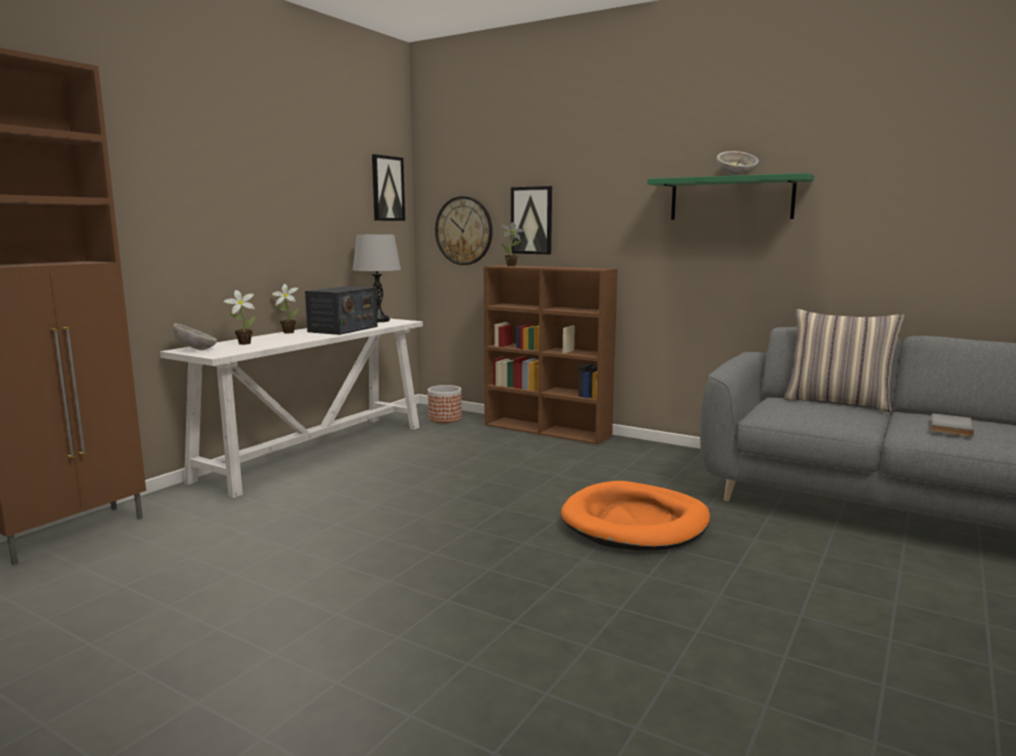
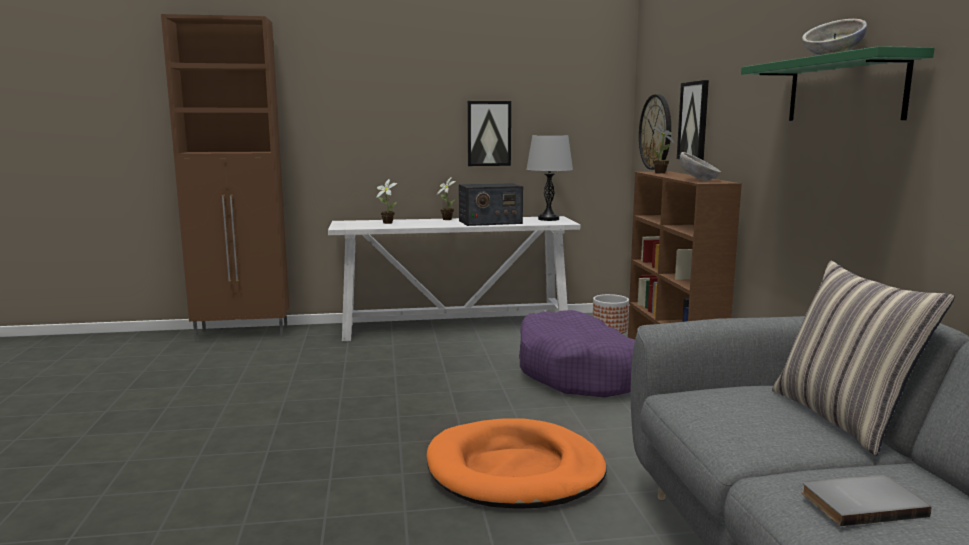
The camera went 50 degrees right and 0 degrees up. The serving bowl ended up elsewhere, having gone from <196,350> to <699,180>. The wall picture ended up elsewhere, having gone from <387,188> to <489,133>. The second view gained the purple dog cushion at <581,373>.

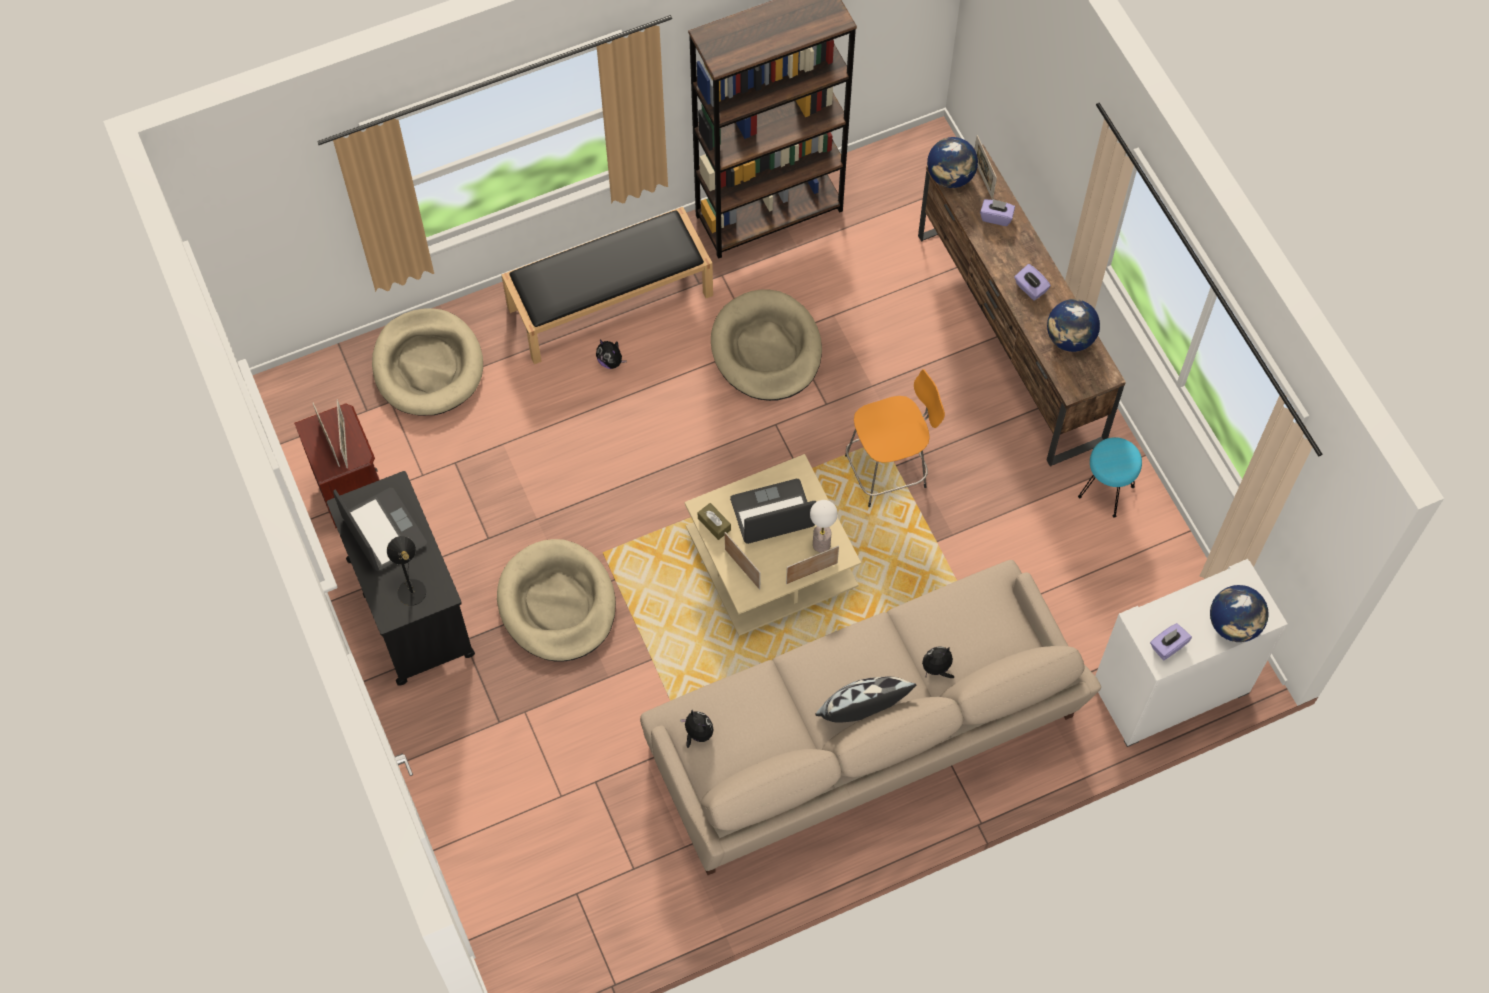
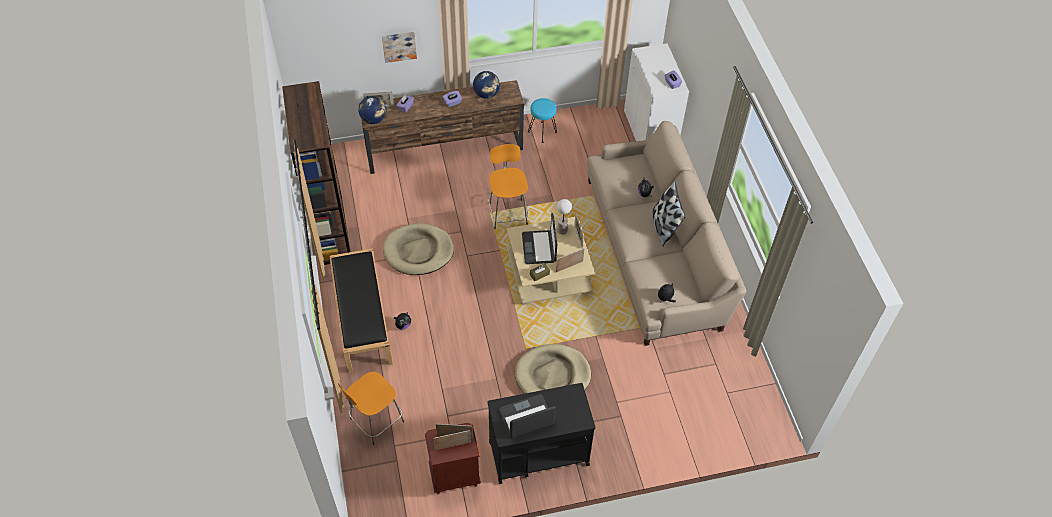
The camera went 80 degrees left and 10 degrees down. Where the sand-coloured dog cushion stood at <428,365>, the orange stool seat came to stand at <375,421>. The second view lost the blackish table lamp at <411,587>. The second view lost the world globe at <1233,625>. The second view gained the wall picture at <399,46>.

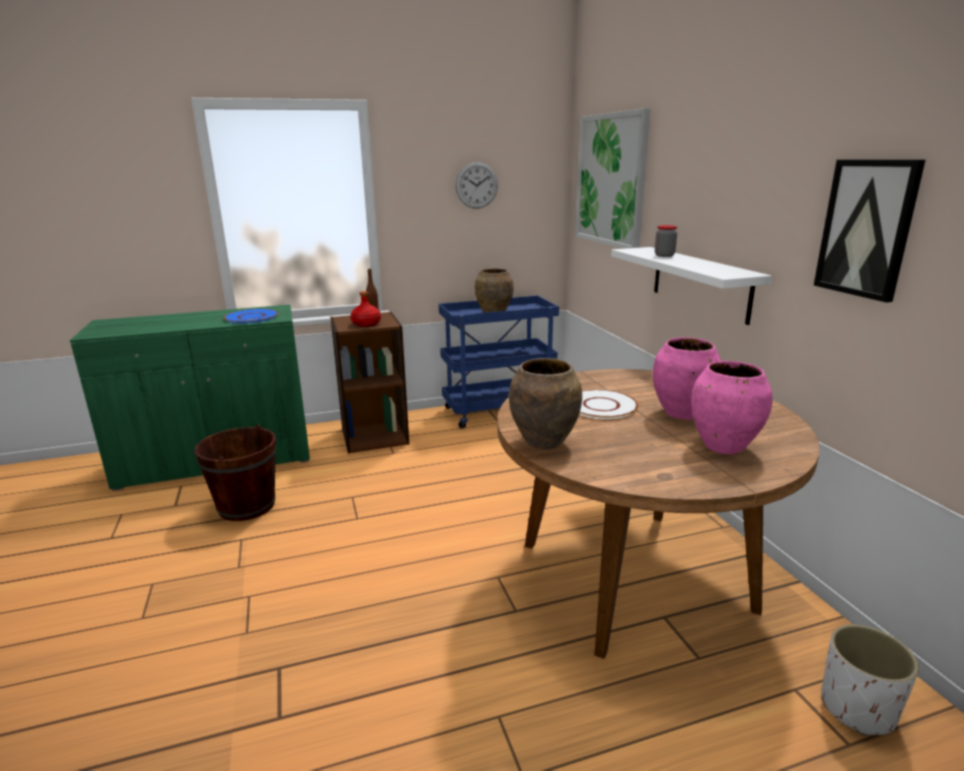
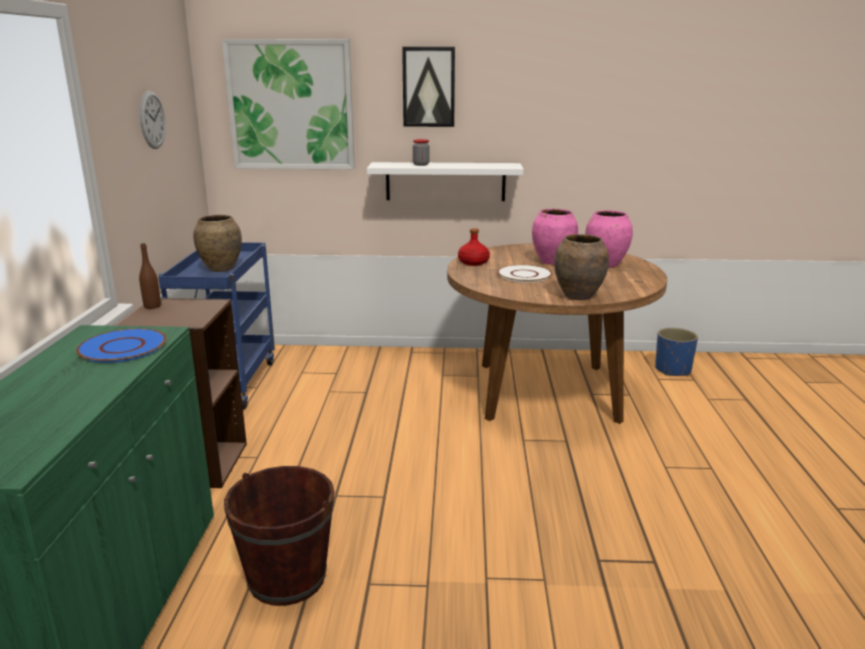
The camera went 70 degrees left and 0 degrees up. The red-coloured drink bottle ended up elsewhere, having gone from <366,324> to <473,262>. The wall picture ended up elsewhere, having gone from <867,228> to <428,87>. What was the white-coloured planter at <857,709> turned into the blue-coloured planter at <673,370>.

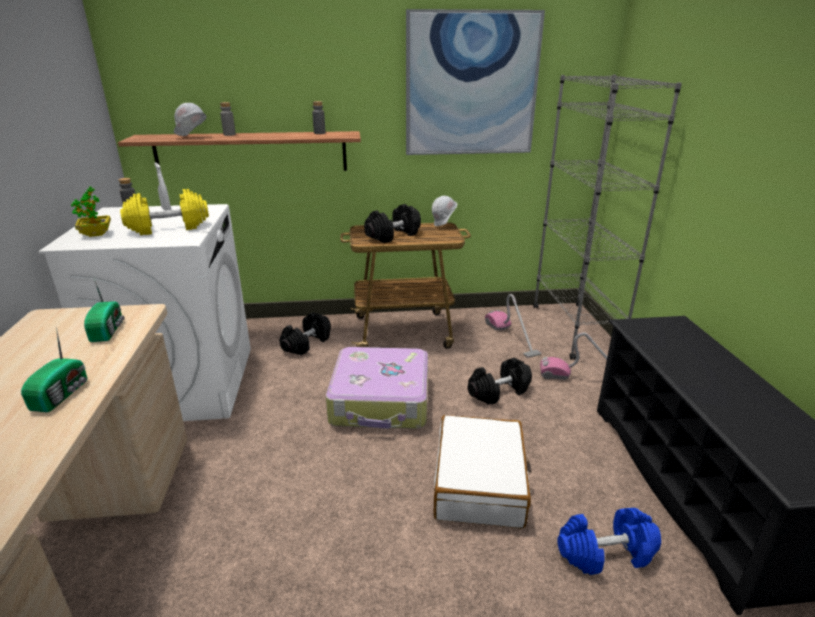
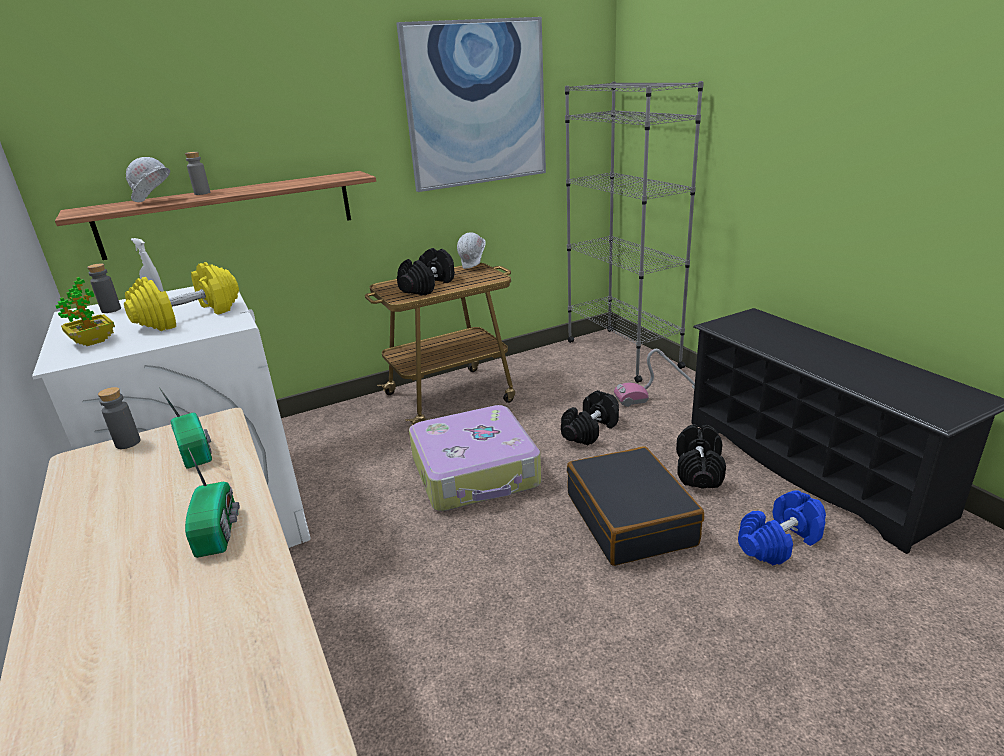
The camera went 20 degrees left and 0 degrees up. The blackish free weight ended up elsewhere, having gone from <306,343> to <698,470>. The greyish drink bottle ended up elsewhere, having gone from <319,133> to <128,443>. What was the white-coloured travel case at <480,482> turned into the blackish travel case at <630,519>. The second view lost the vacuum at <511,337>.

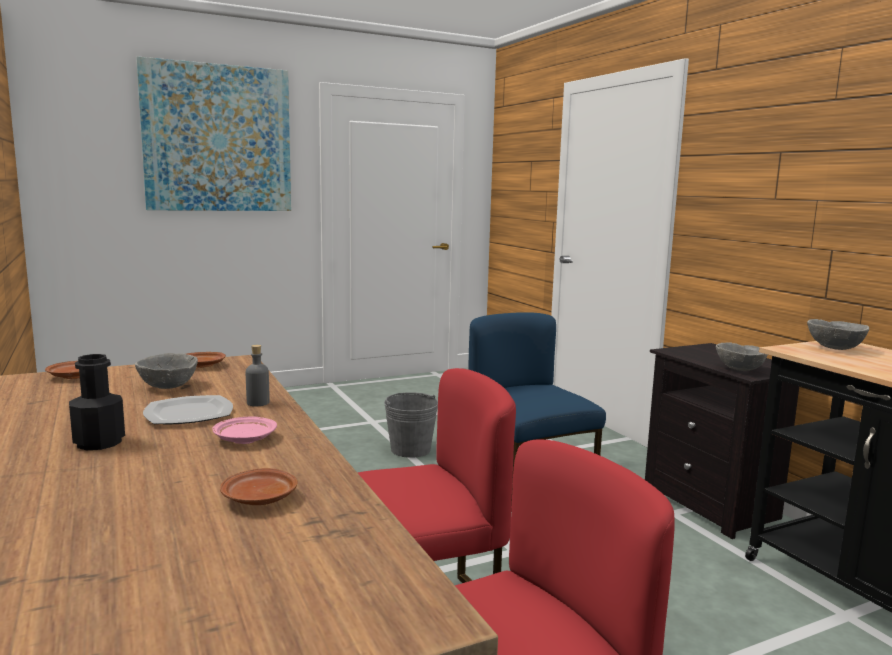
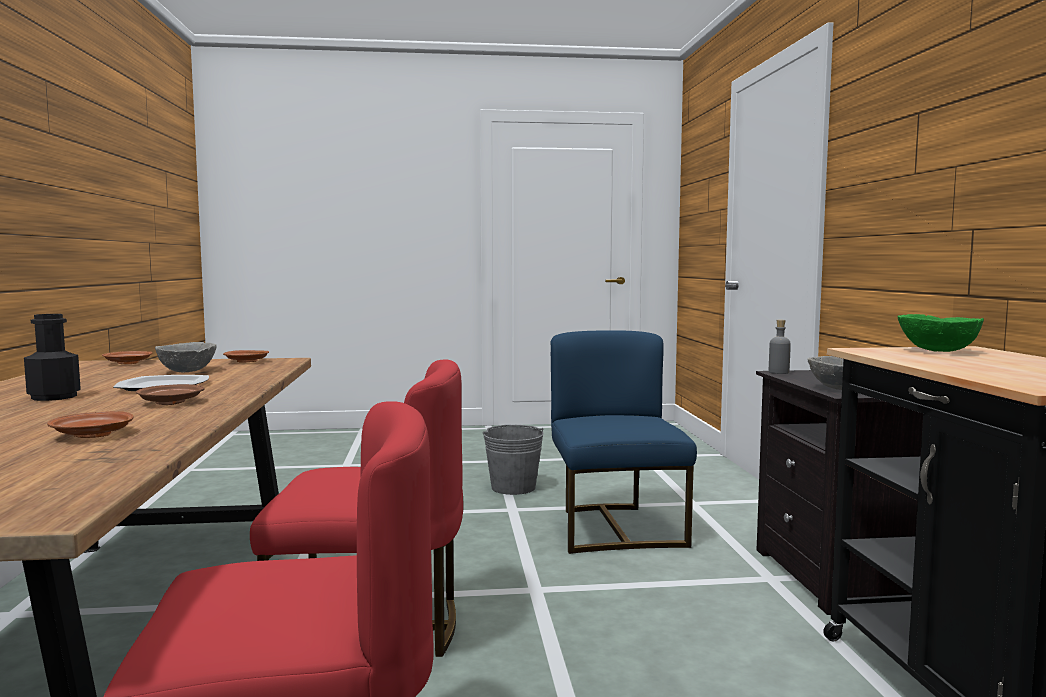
The camera went 20 degrees right and 5 degrees down. The second view lost the wall picture at <218,138>. What was the pink flat dish at <244,439> turned into the brown-coloured flat dish at <170,402>. The greyish drink bottle ended up elsewhere, having gone from <258,403> to <778,372>. What was the greyish serving bowl at <834,348> turned into the green serving bowl at <937,351>.

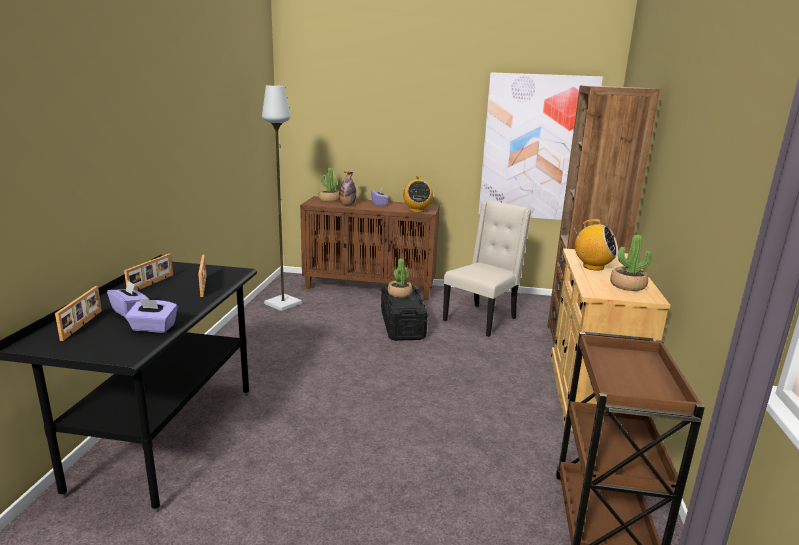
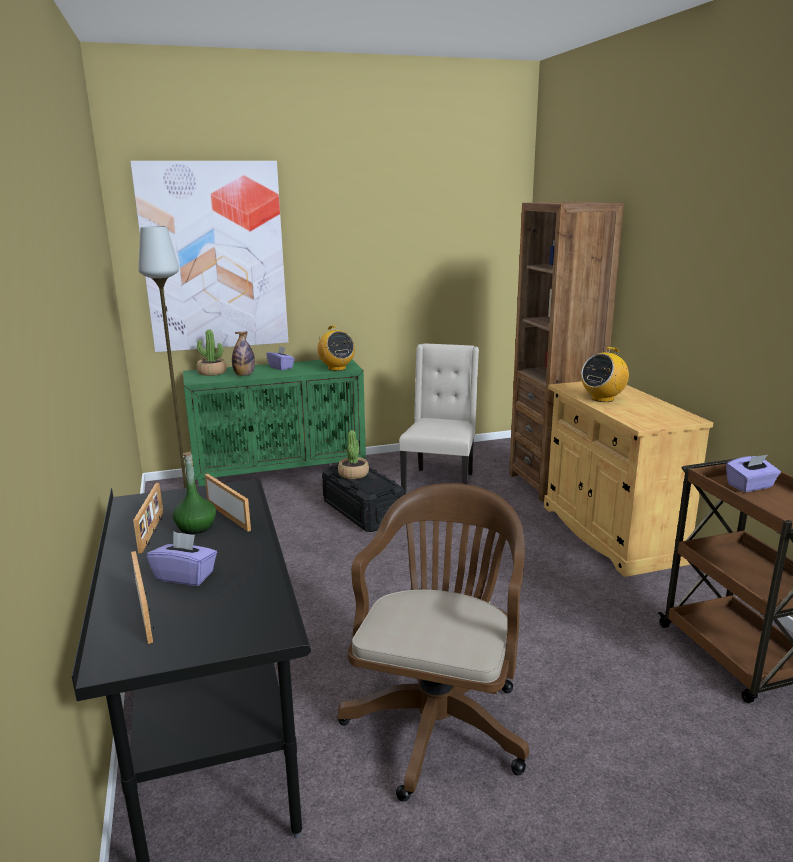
The camera went 25 degrees left and 0 degrees up. The purple tissue box ended up elsewhere, having gone from <153,328> to <750,486>. What was the brown-coloured cupboard at <370,287> turned into the green cupboard at <281,475>. The wall picture ended up elsewhere, having gone from <536,148> to <214,257>. The radio set at <593,267> ended up facing another way, 135 degrees clockwise from before. The second view lost the plant in a pot at <627,286>. The second view gained the green drink bottle at <196,527>. The second view gained the brown-coloured office chair at <438,719>.

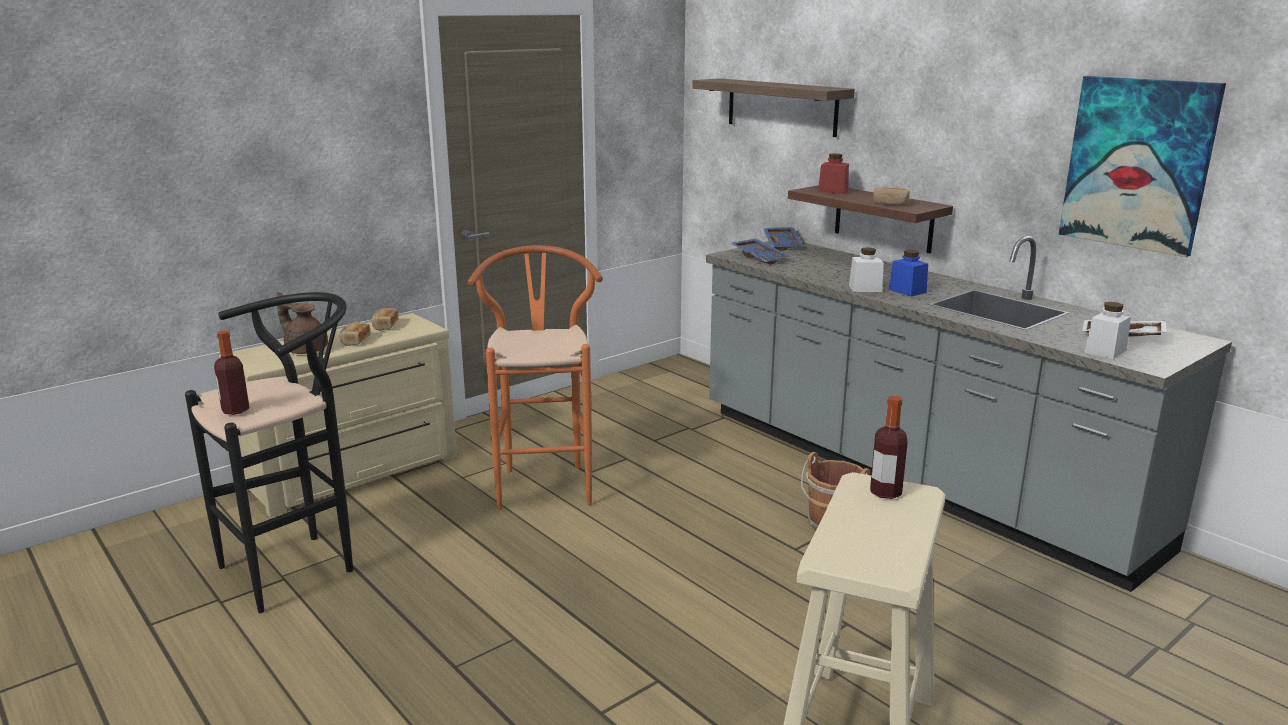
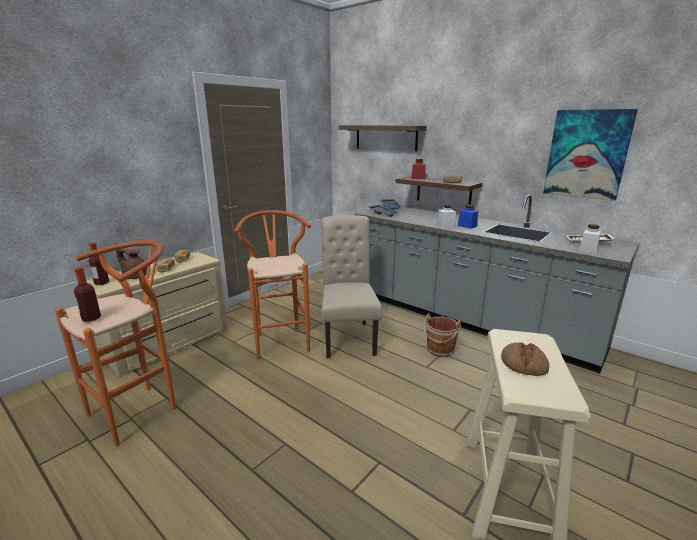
The camera went 10 degrees left and 0 degrees up. What was the blackish stool seat at <300,566> turned into the orange stool seat at <141,409>. The drink bottle ended up elsewhere, having gone from <885,492> to <101,283>. The second view gained the sand-coloured chair at <348,336>. The second view gained the baked bread at <523,365>.

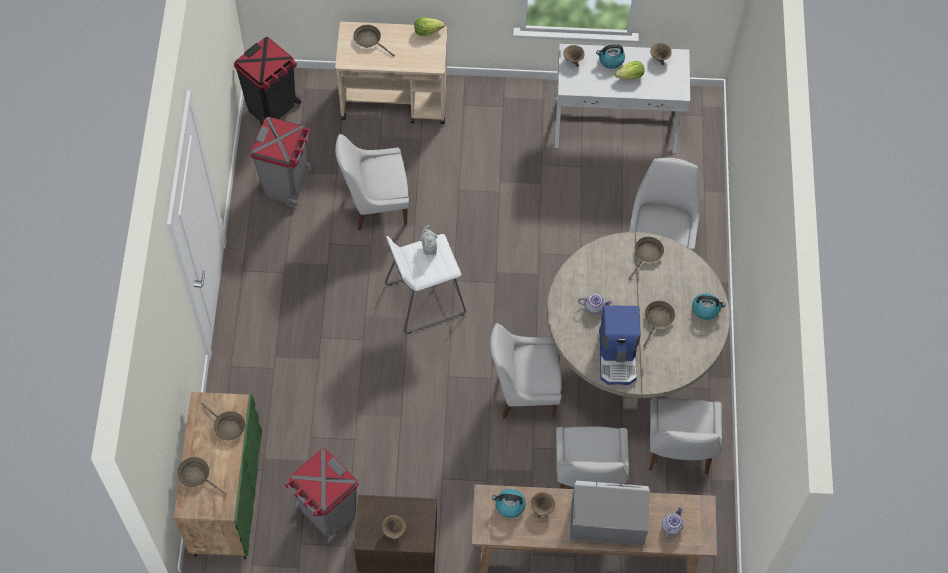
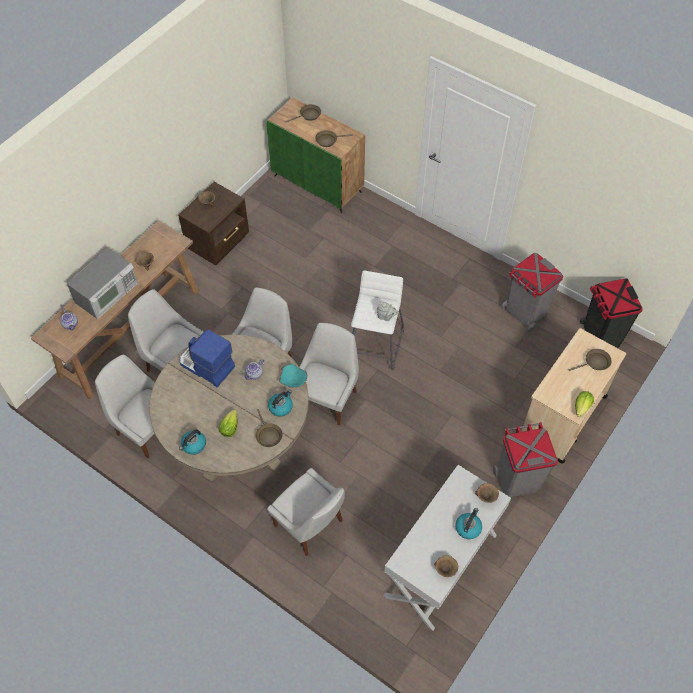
The camera went 125 degrees right and 5 degrees down. The greyish rubbish bin ended up elsewhere, having gone from <327,514> to <517,480>. The white-coloured chair ended up elsewhere, having gone from <375,204> to <327,398>. The tea kettle ended up elsewhere, having gone from <509,506> to <281,407>. The head of lettuce ended up elsewhere, having gone from <630,76> to <229,428>. The second view lost the brown-coloured skillet at <658,319>. The second view gained the turquoise serving bowl at <293,380>.

